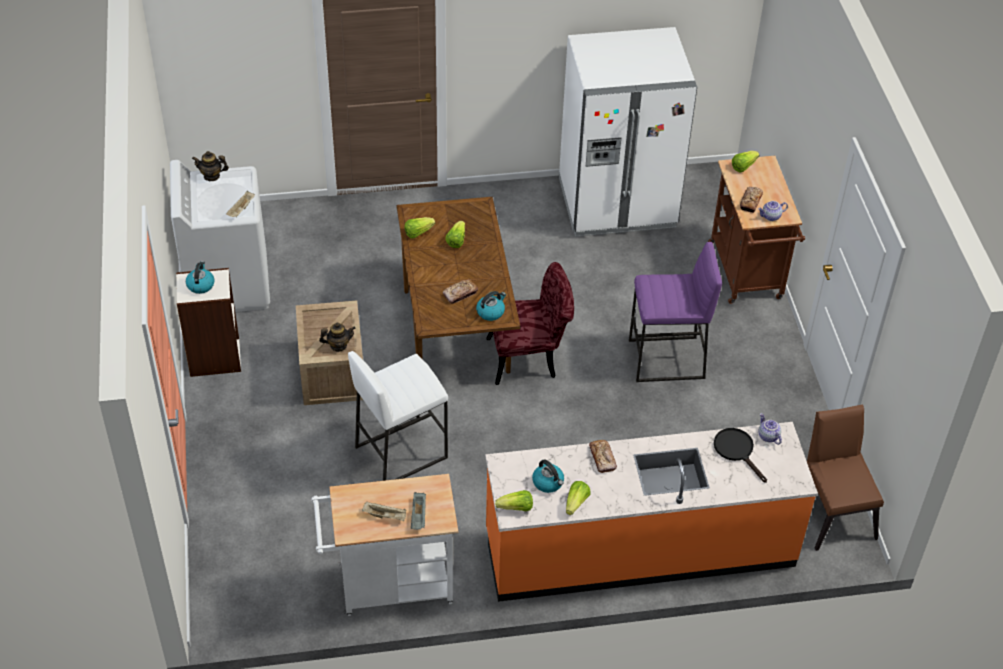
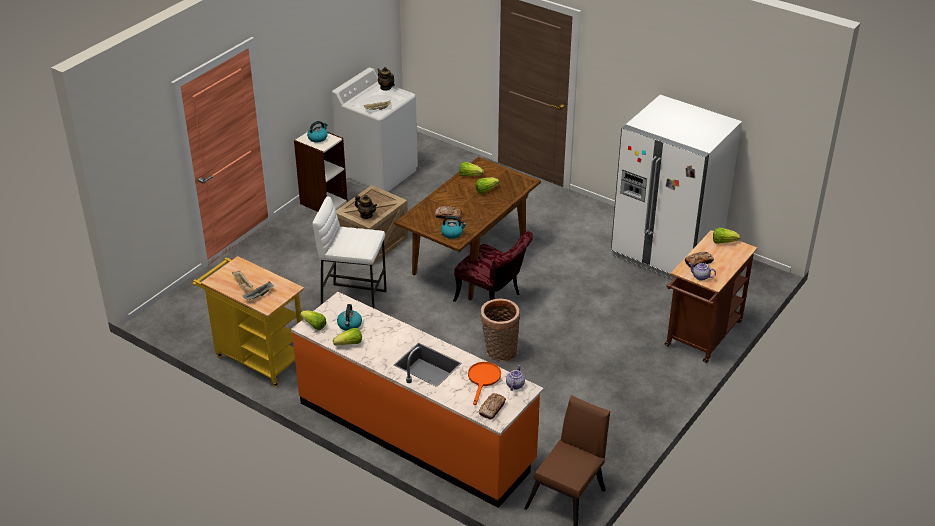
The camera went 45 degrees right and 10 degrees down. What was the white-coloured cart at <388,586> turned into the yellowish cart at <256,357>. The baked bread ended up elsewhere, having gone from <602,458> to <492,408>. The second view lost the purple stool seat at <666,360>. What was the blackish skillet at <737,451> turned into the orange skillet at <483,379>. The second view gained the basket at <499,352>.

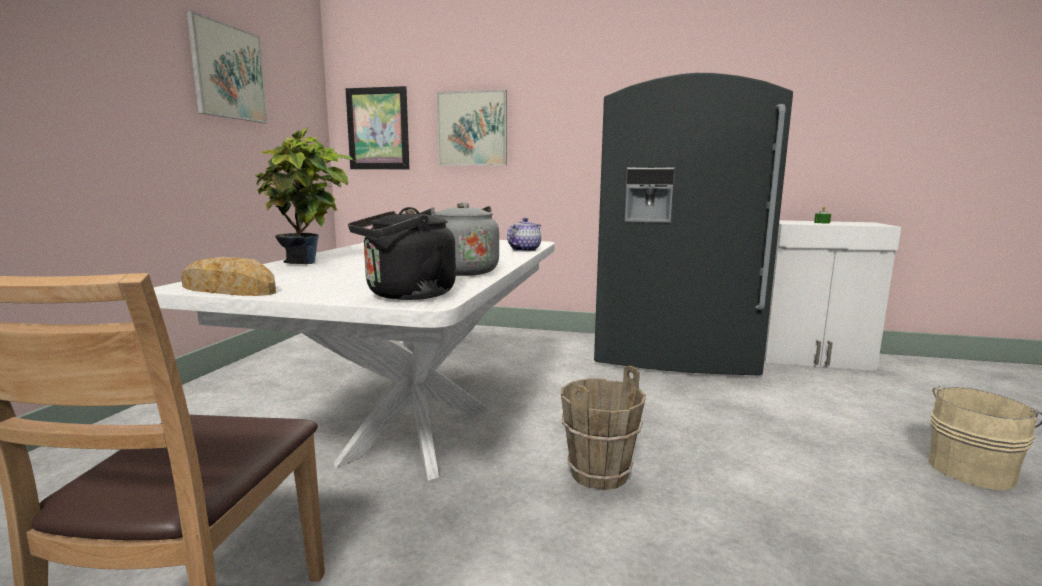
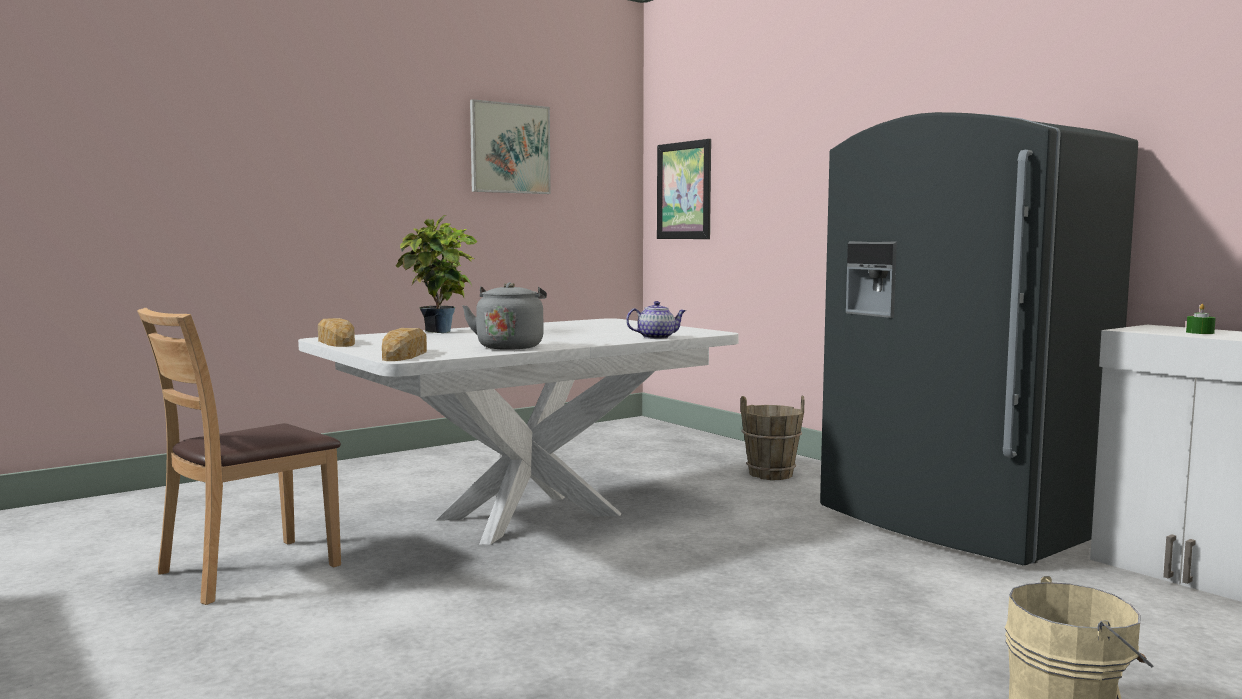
The camera went 40 degrees right and 5 degrees down. Where the blackish tea kettle stood at <406,295>, the baked bread came to stand at <406,355>. The second view lost the wall picture at <472,129>. The brown-coloured water bucket ended up elsewhere, having gone from <598,473> to <770,474>.

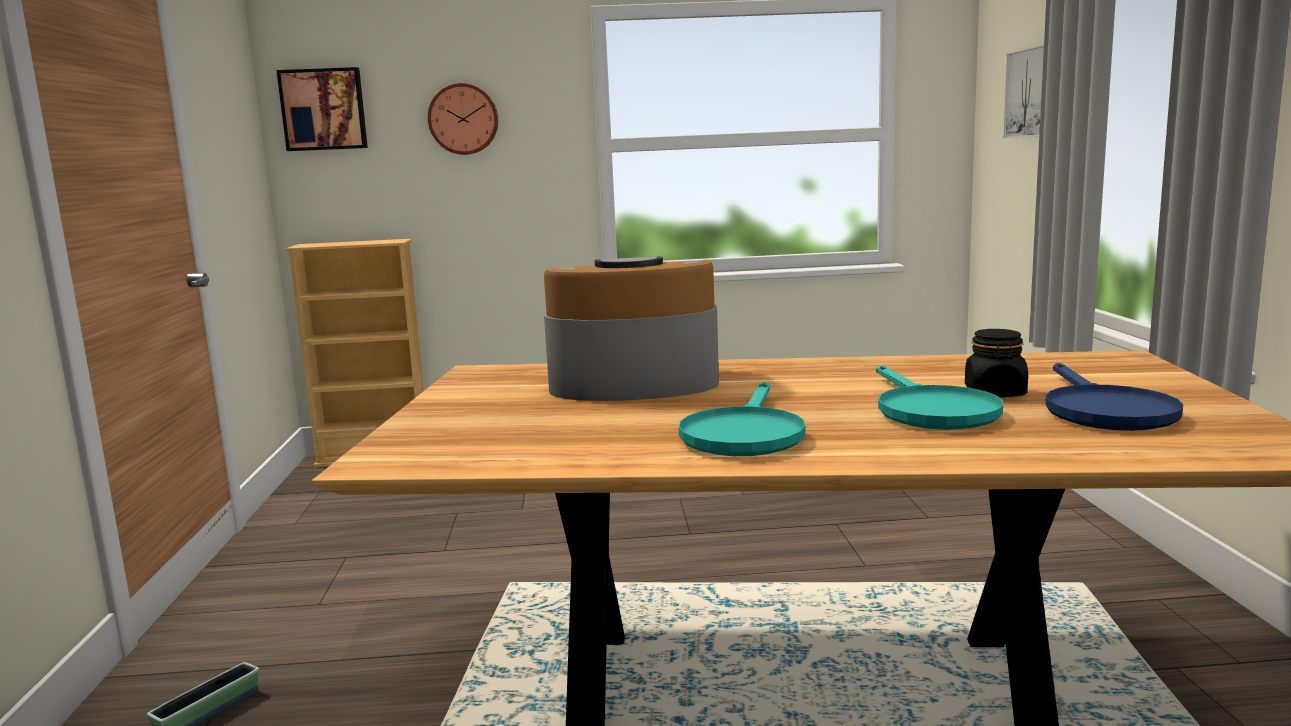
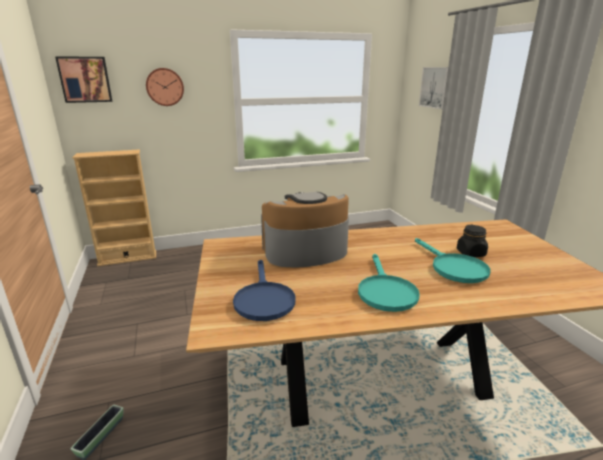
The camera went 15 degrees left and 10 degrees up. The blue-coloured skillet ended up elsewhere, having gone from <1102,410> to <263,299>.

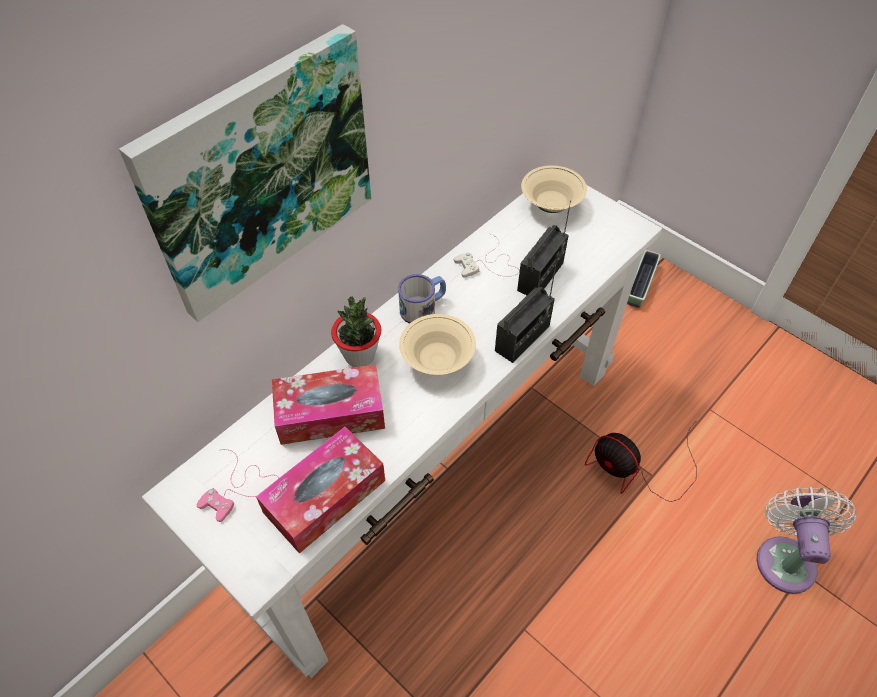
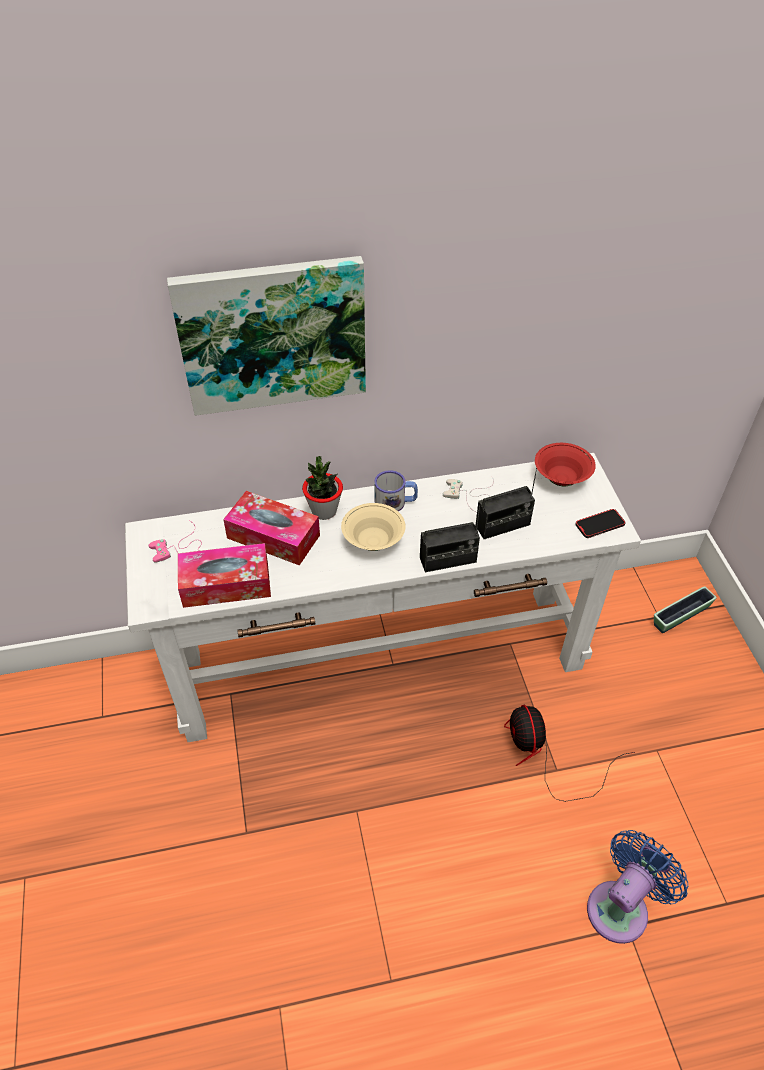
The camera went 35 degrees right and 5 degrees down. What was the sand-coloured serving bowl at <551,205> turned into the red-coloured serving bowl at <561,479>. What was the white-coloured cooling fan at <785,558> turned into the blue-coloured cooling fan at <621,906>. The second view gained the telephone at <599,525>.

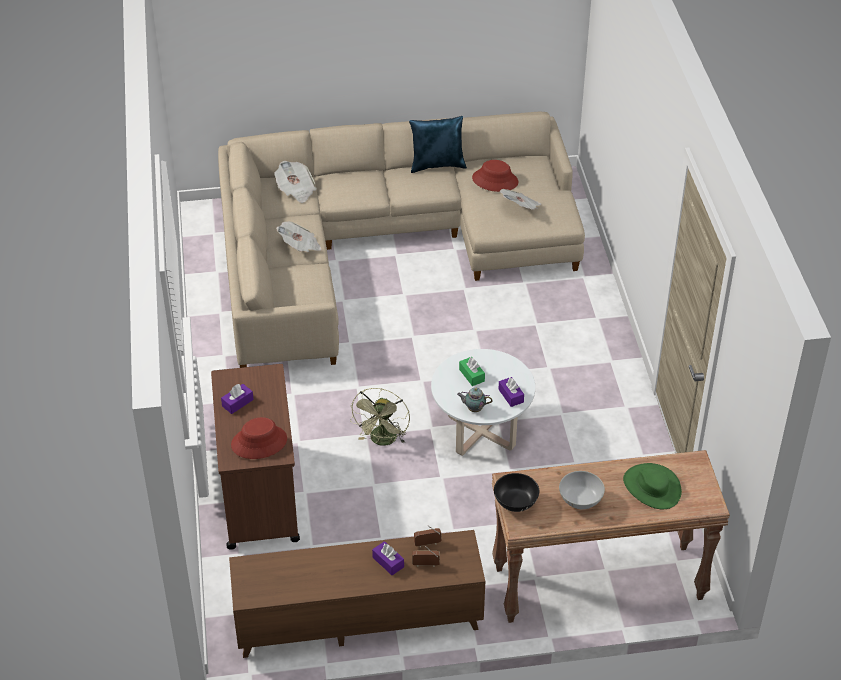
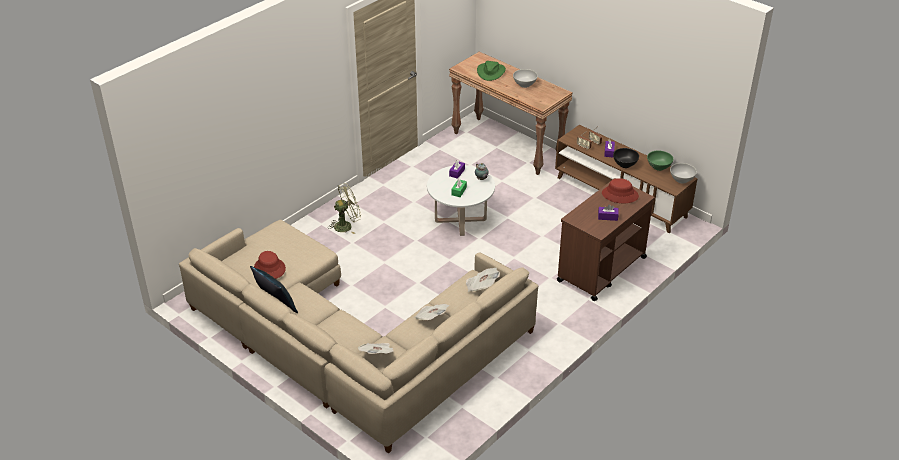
The camera went 130 degrees left and 5 degrees down. The green cooling fan ended up elsewhere, having gone from <383,441> to <346,225>. The blackish serving bowl ended up elsewhere, having gone from <515,503> to <625,164>. The printed paper ended up elsewhere, having gone from <521,208> to <481,286>. The second view gained the green serving bowl at <659,167>. The second view gained the white-coloured serving bowl at <681,179>.

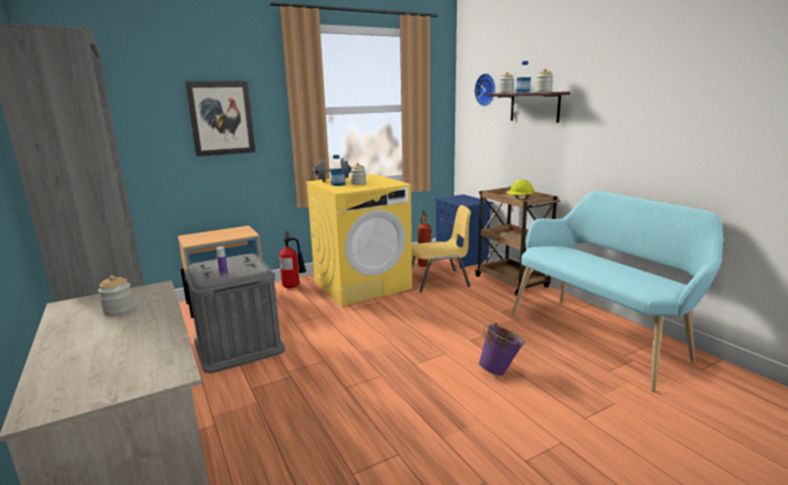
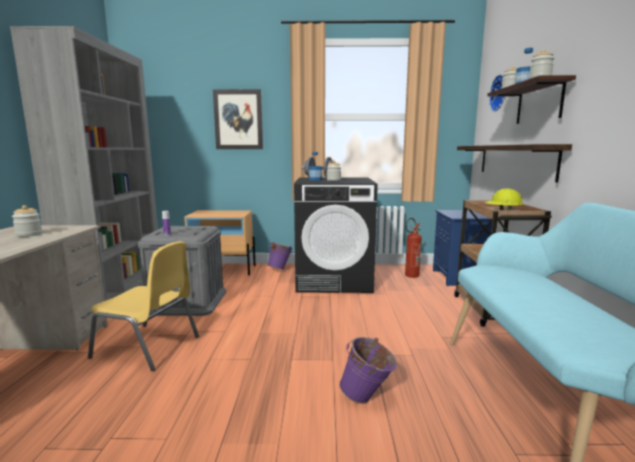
The camera went 30 degrees right and 5 degrees down. Where the extinguisher stood at <293,286>, the purple water bucket came to stand at <280,269>. What was the yellowish washing machine at <362,285> turned into the blackish washing machine at <334,280>. The yellowish chair ended up elsewhere, having gone from <439,280> to <148,347>. The second view gained the bracket shelf at <514,160>.

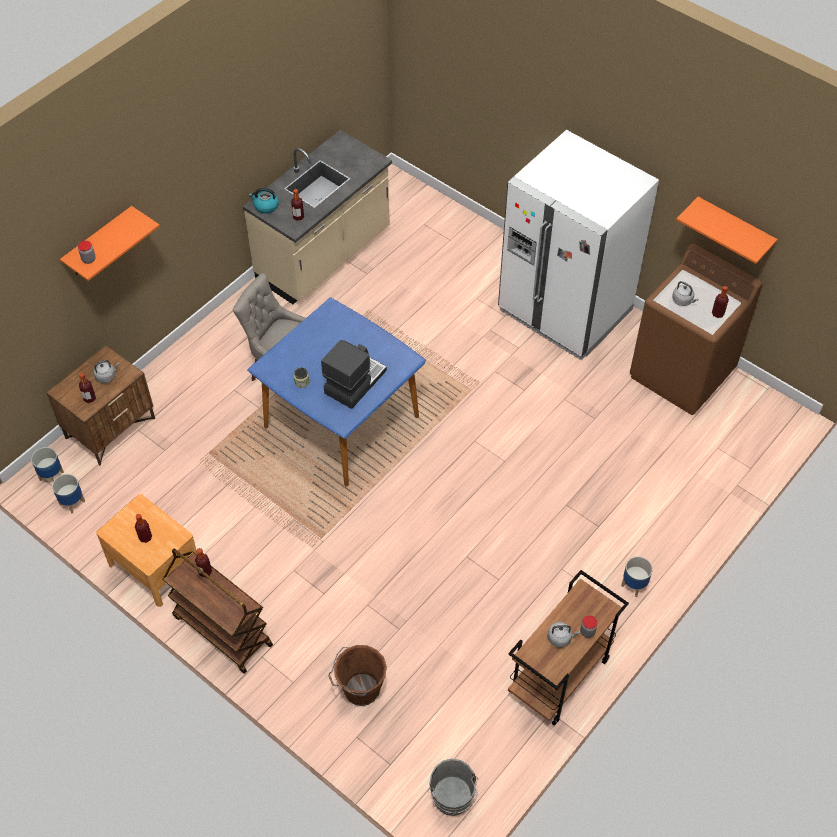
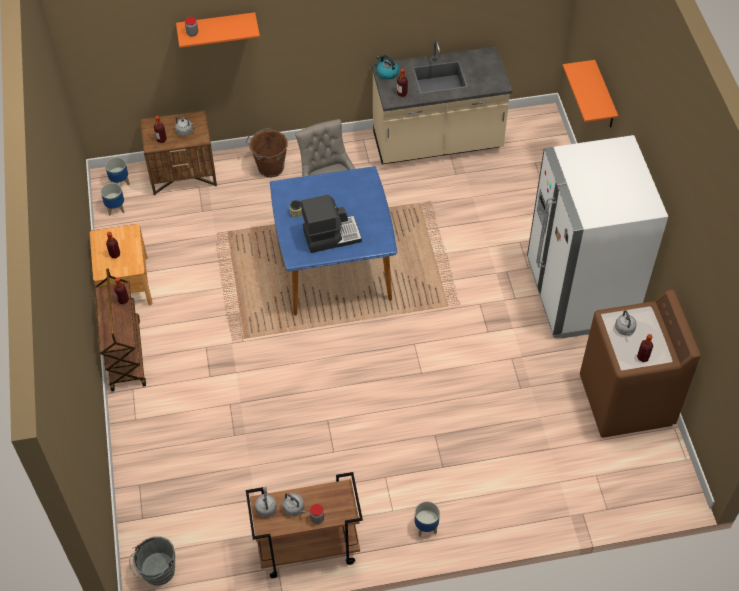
The camera went 40 degrees right and 0 degrees up. The brown-coloured water bucket ended up elsewhere, having gone from <360,690> to <269,167>. The orange bracket shelf ended up elsewhere, having gone from <734,228> to <604,96>. The second view gained the greyish tea kettle at <266,507>.

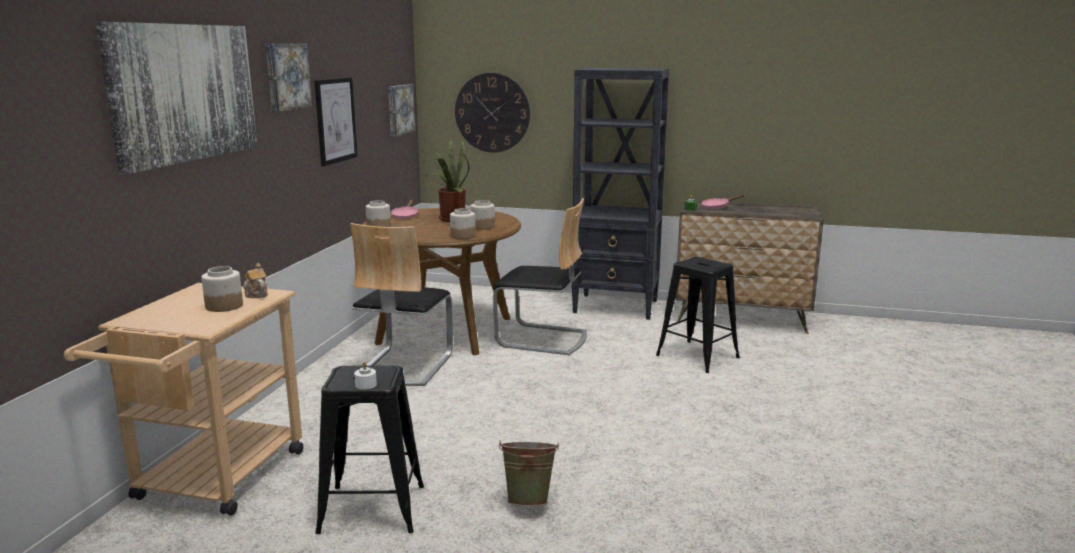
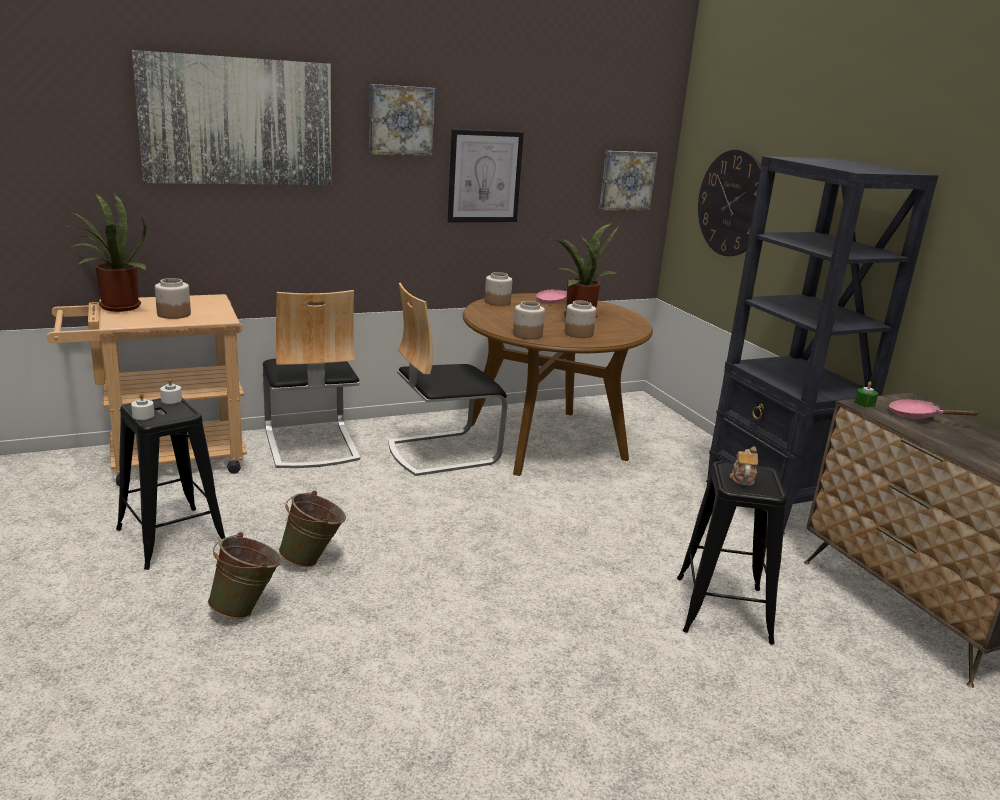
The camera went 50 degrees right and 5 degrees up. The pot for tea ended up elsewhere, having gone from <255,294> to <742,478>. The chair ended up elsewhere, having gone from <542,339> to <310,444>. The second view gained the plant in a pot at <115,307>. The second view gained the white-coloured candle at <171,400>. The second view gained the green water bucket at <313,560>.

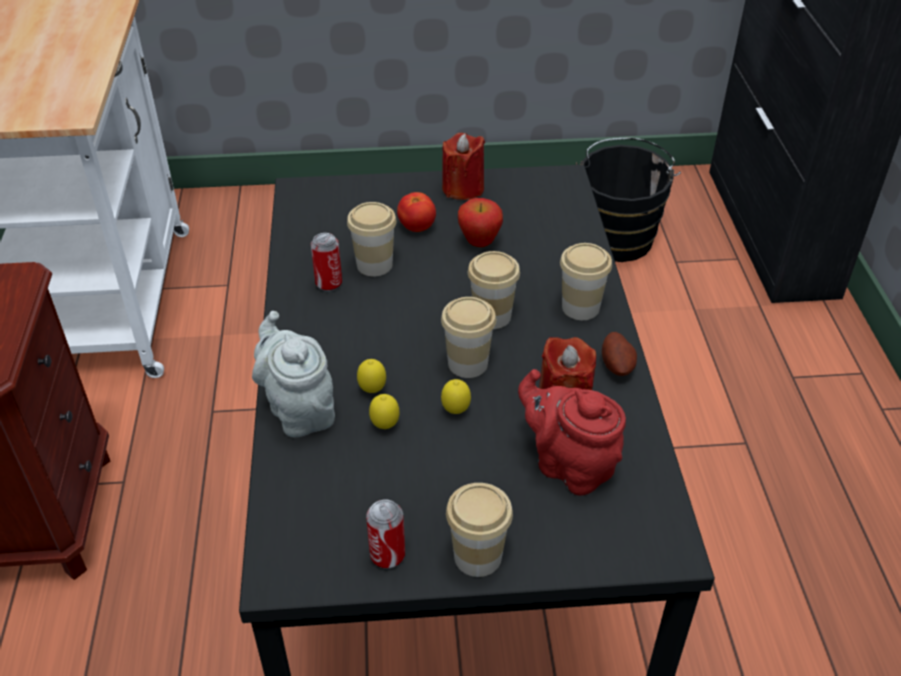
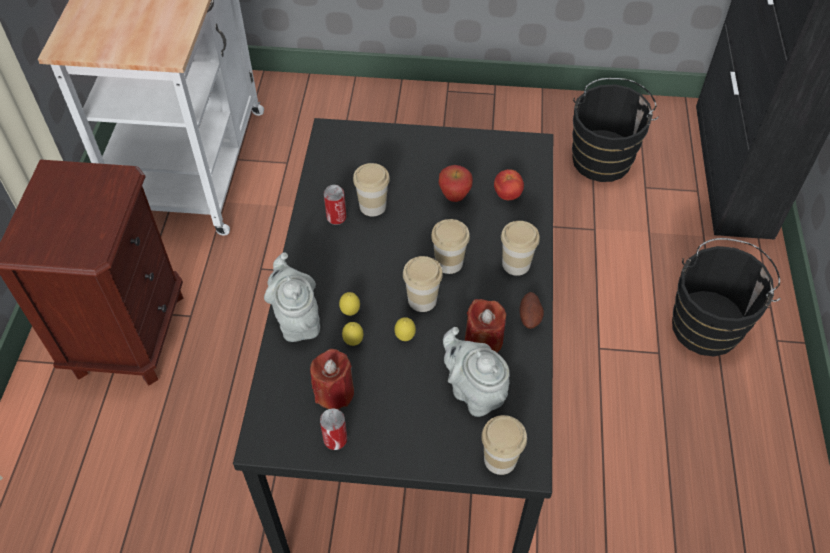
The camera went 10 degrees right and 10 degrees up. The whole tomato ended up elsewhere, having gone from <417,227> to <507,195>. The red-coloured candle ended up elsewhere, having gone from <463,188> to <334,392>. The cup ended up elsewhere, having gone from <477,556> to <500,459>. What was the red-coloured pot for tea at <569,465> turned into the greyish pot for tea at <474,392>. The second view gained the blackish water bucket at <708,323>.

